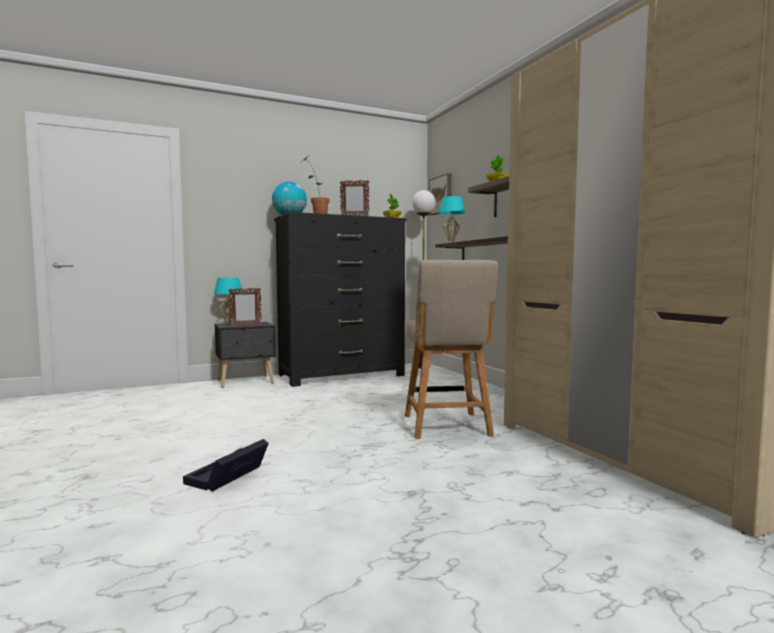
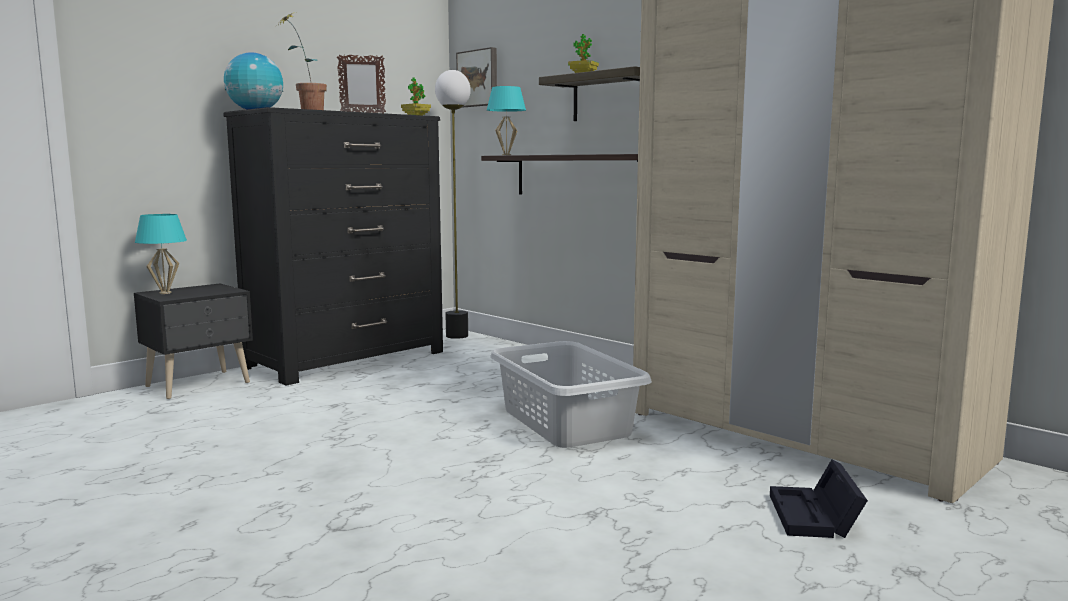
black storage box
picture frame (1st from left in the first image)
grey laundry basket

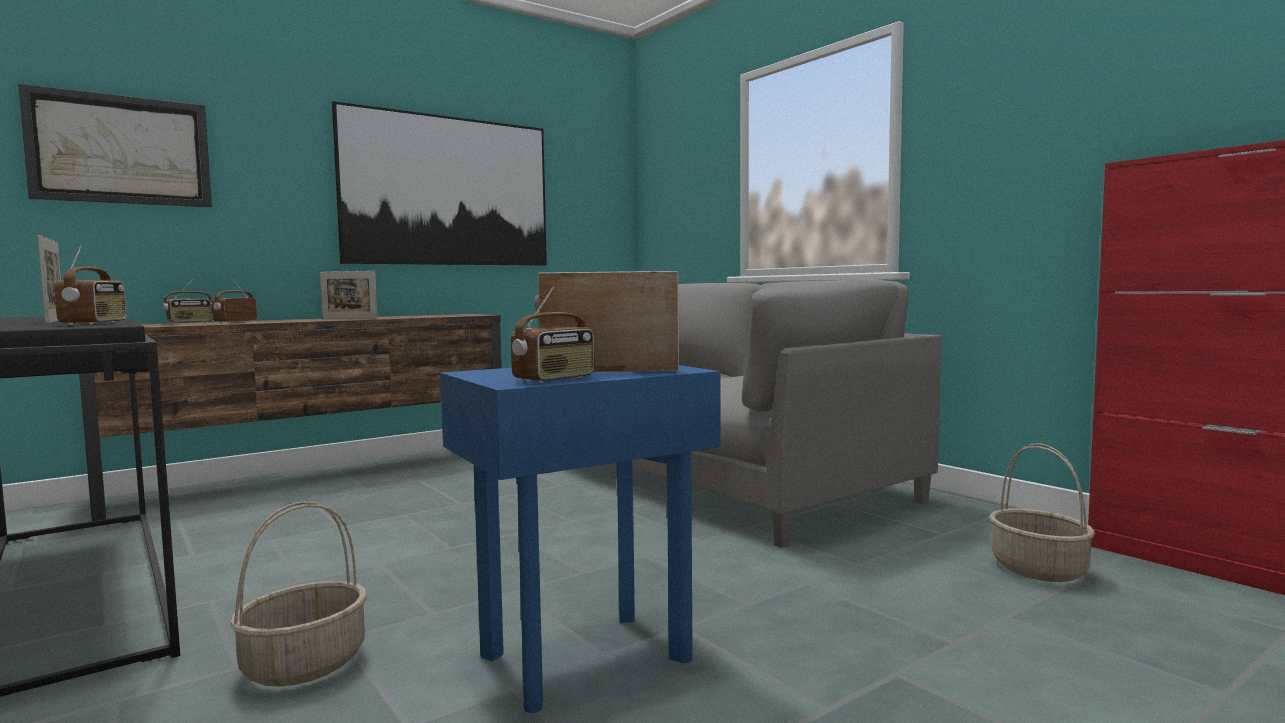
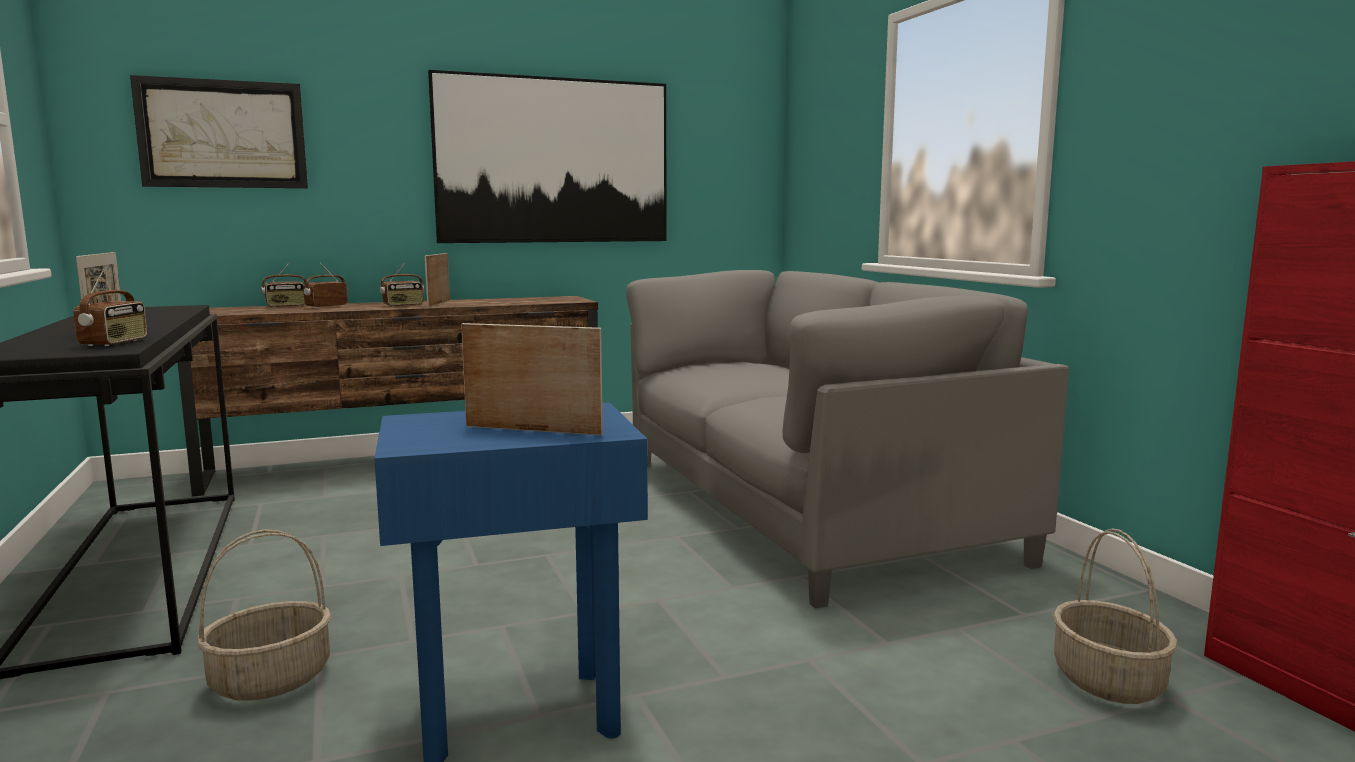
picture frame (2nd from left)
radio (4th from left)

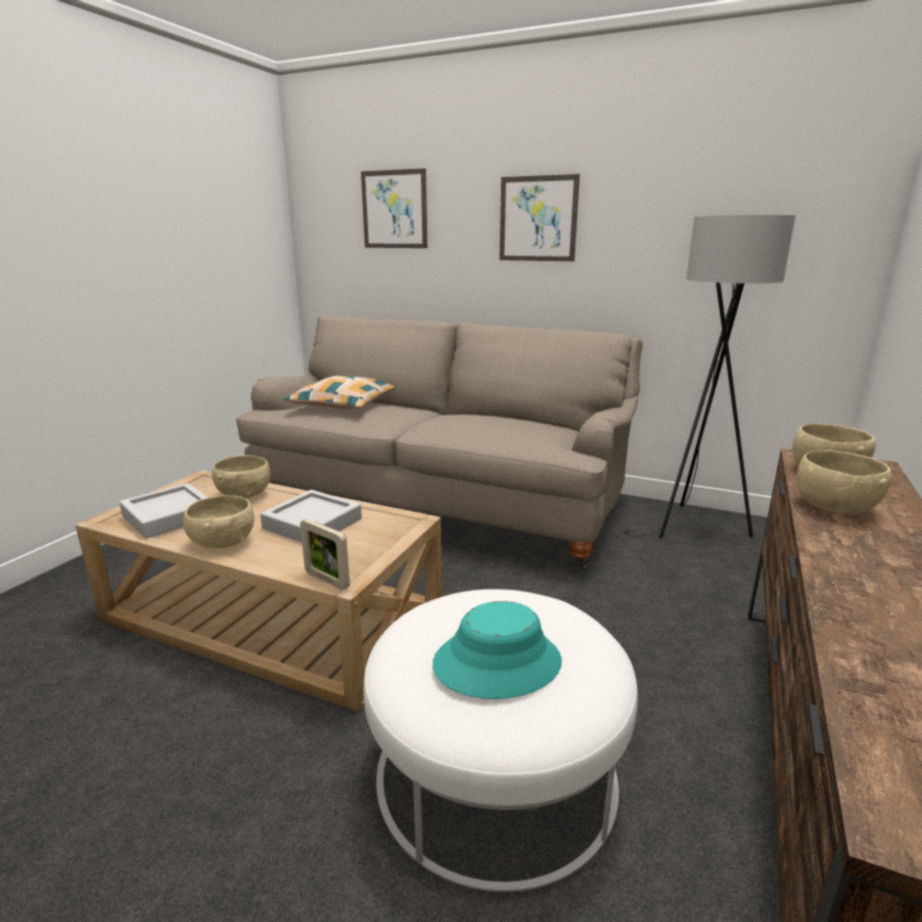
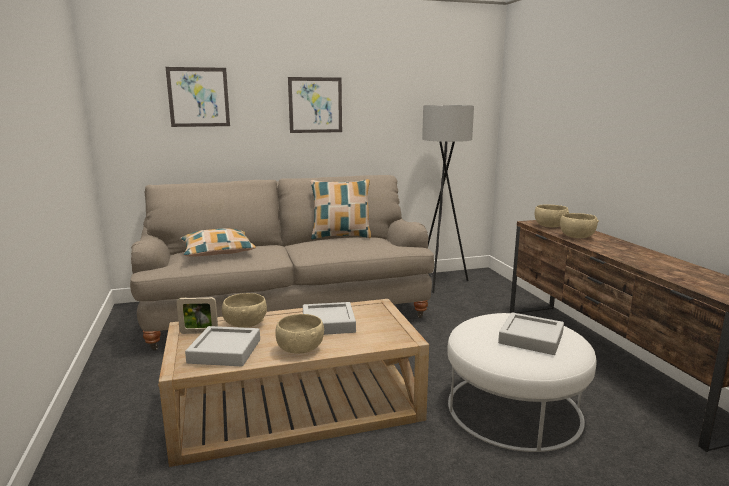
picture frame
grey tray (3rd from left)
pillow (2nd from left)

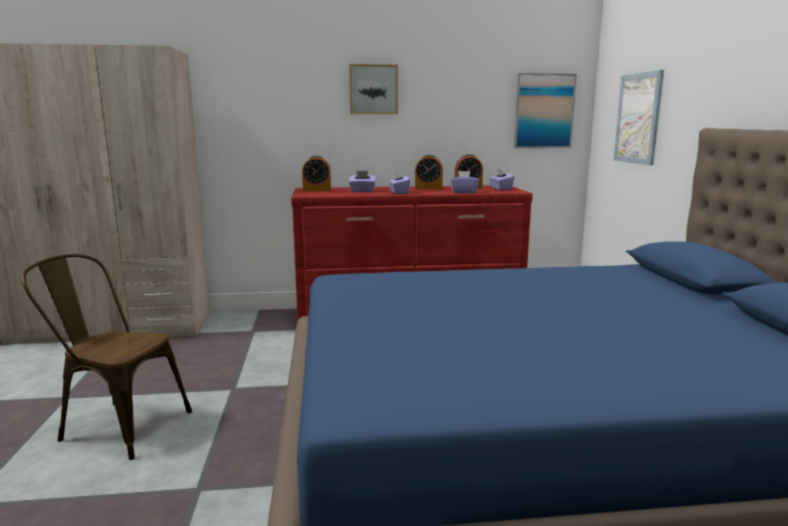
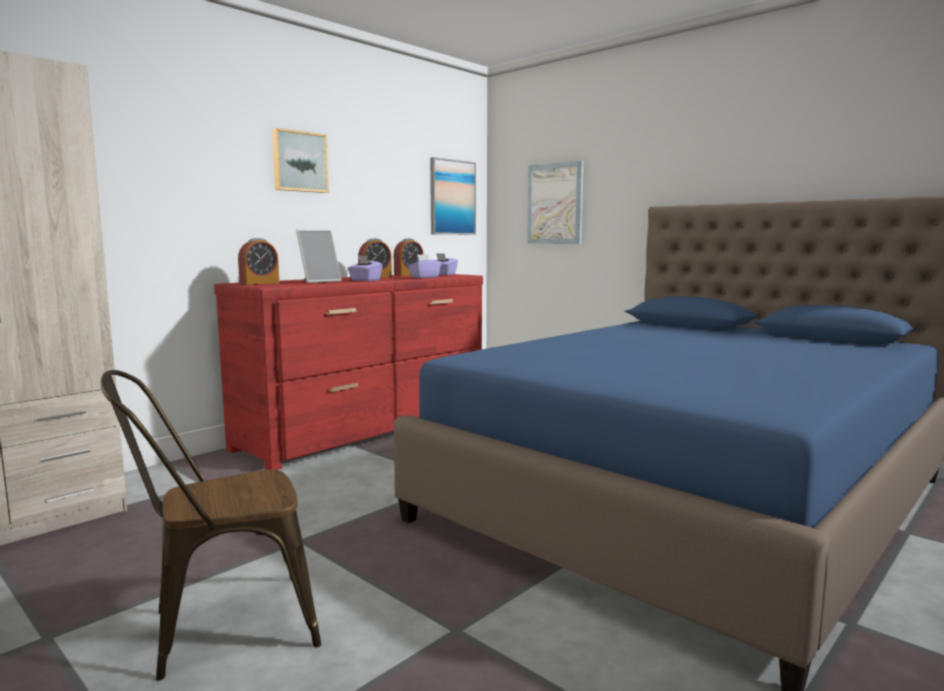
picture frame

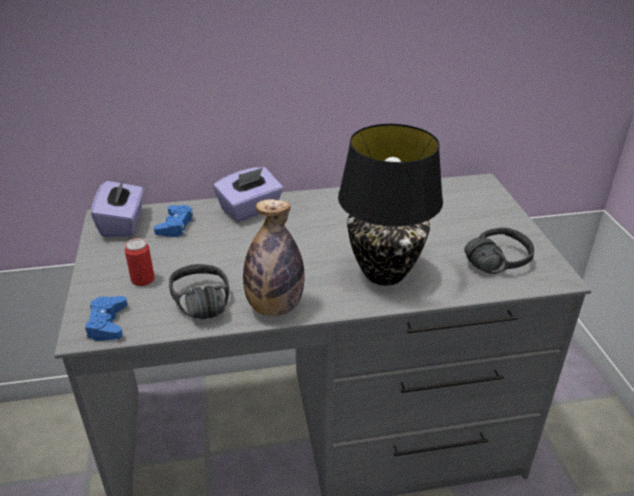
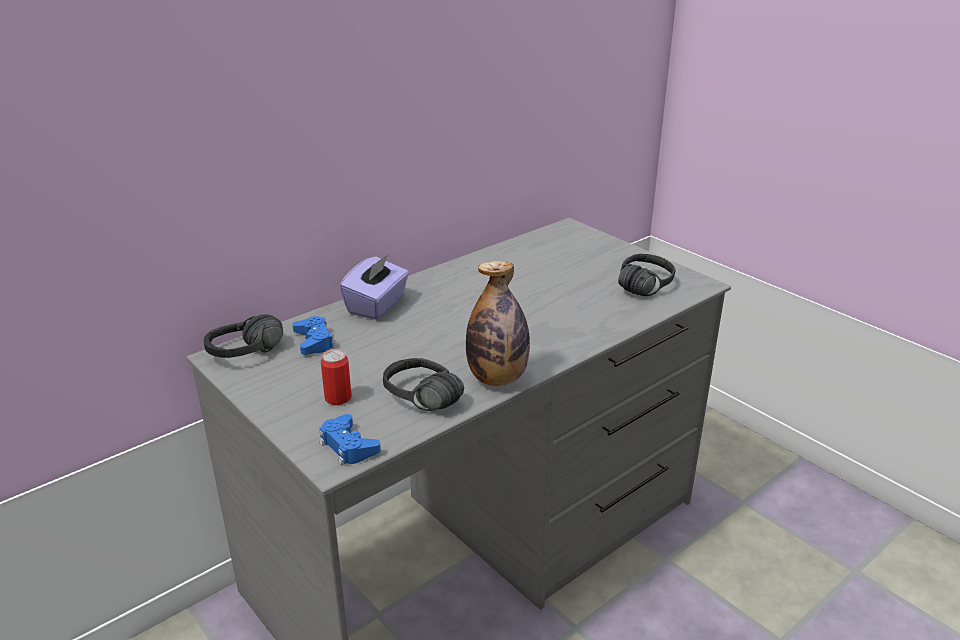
black headphones (1st from left)
black table lamp

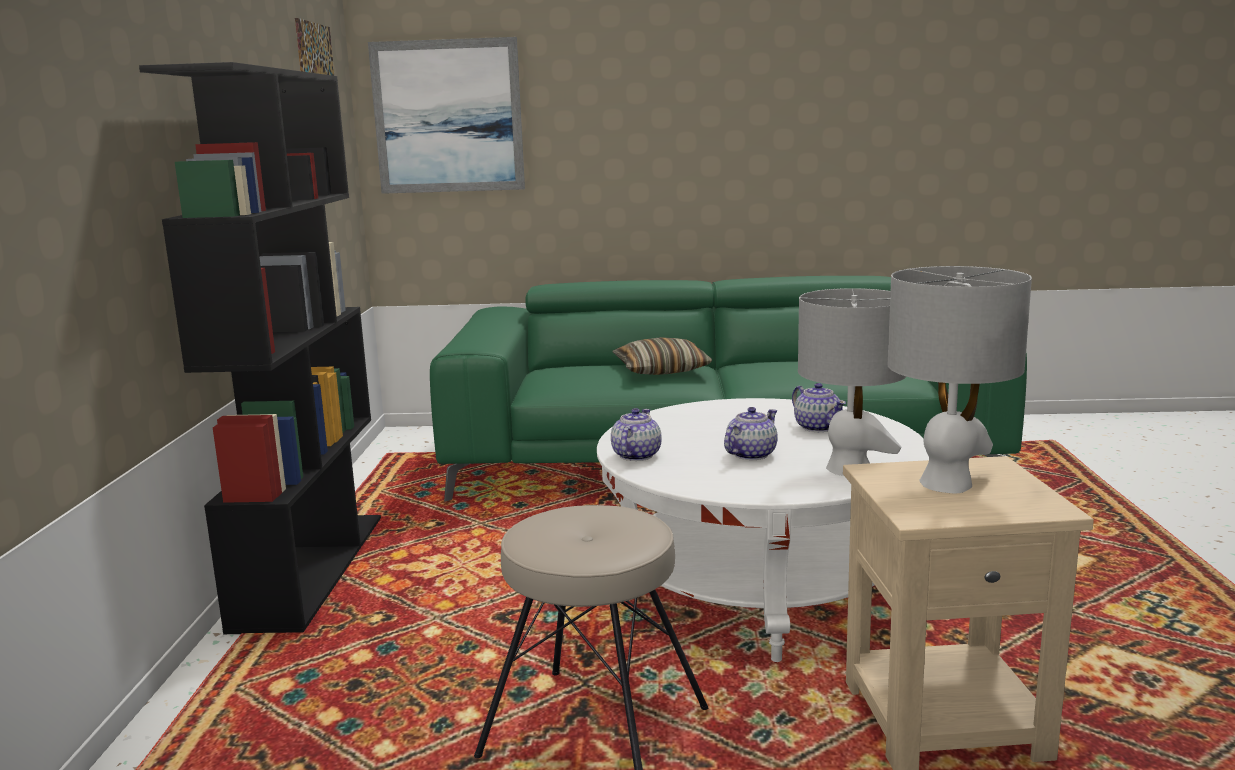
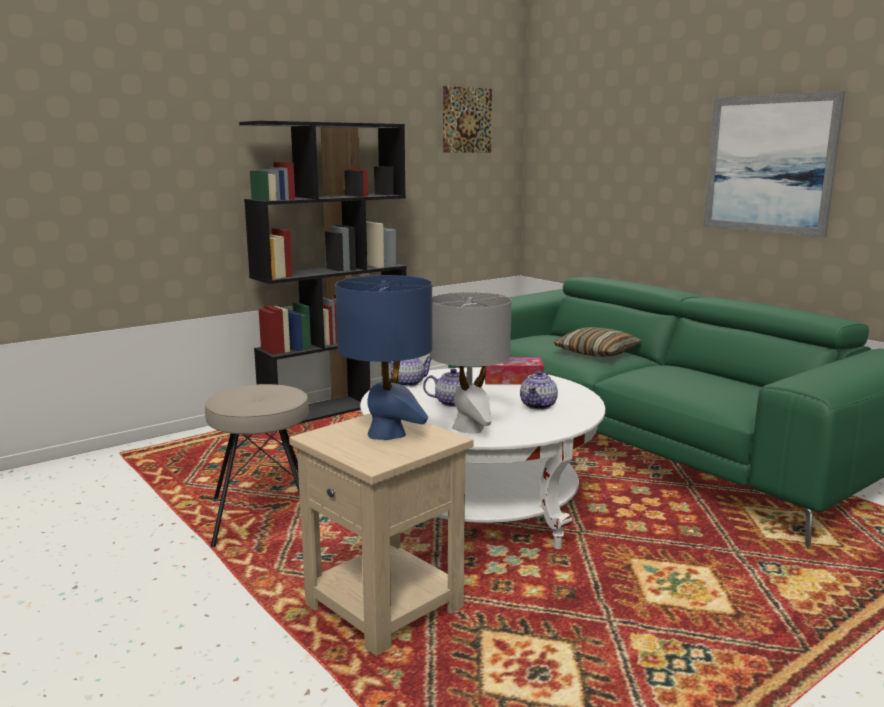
picture (2nd from left)
blue table lamp
tissue box

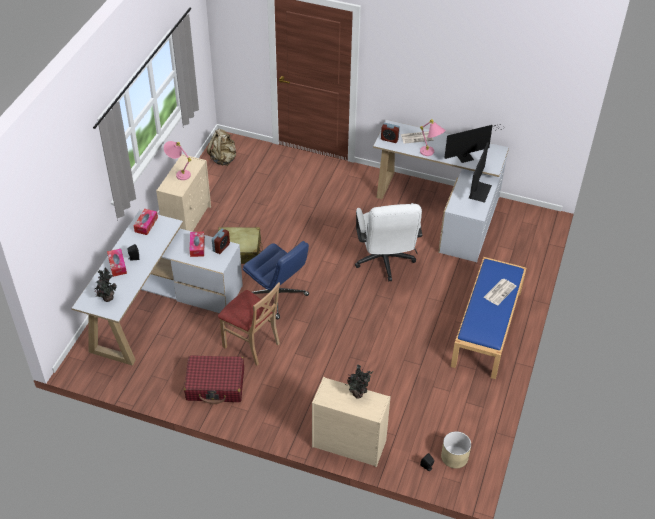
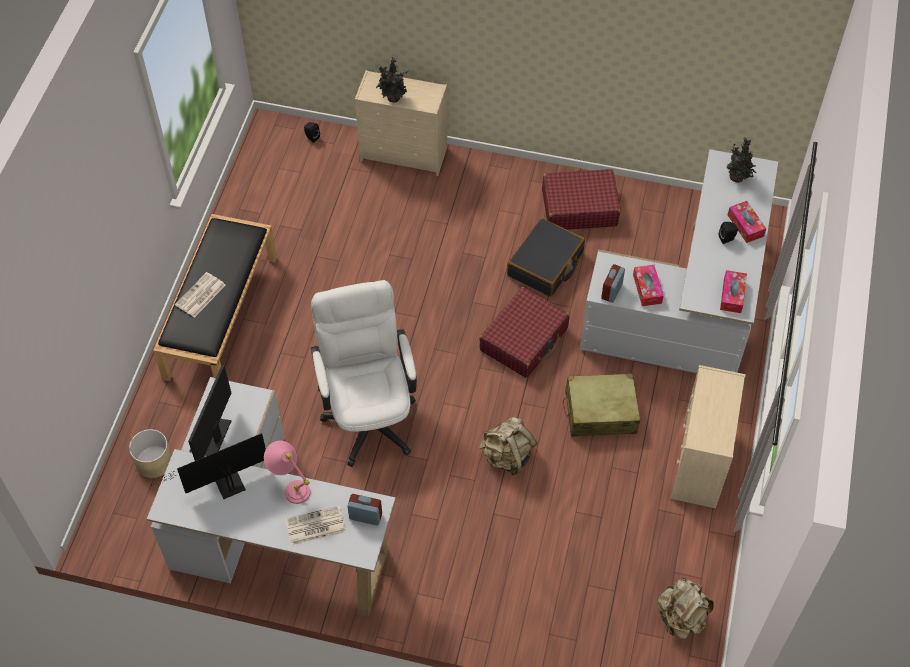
pink table lamp (1st from left in the first image)
black suitcase
red suitcase (1st from left)
beige planter
black bench
beige backpack (1st from left)

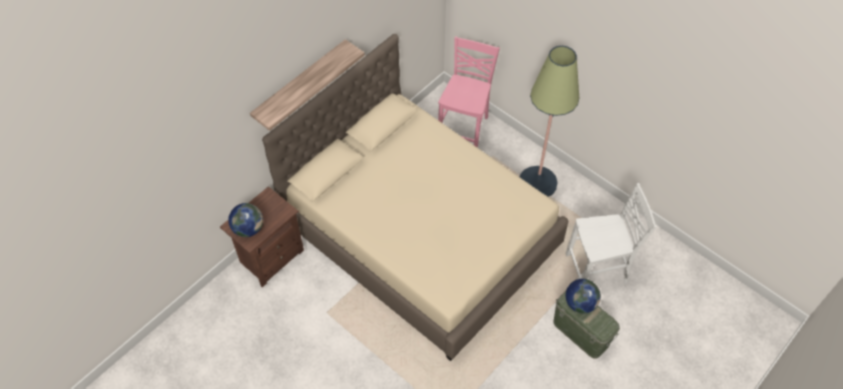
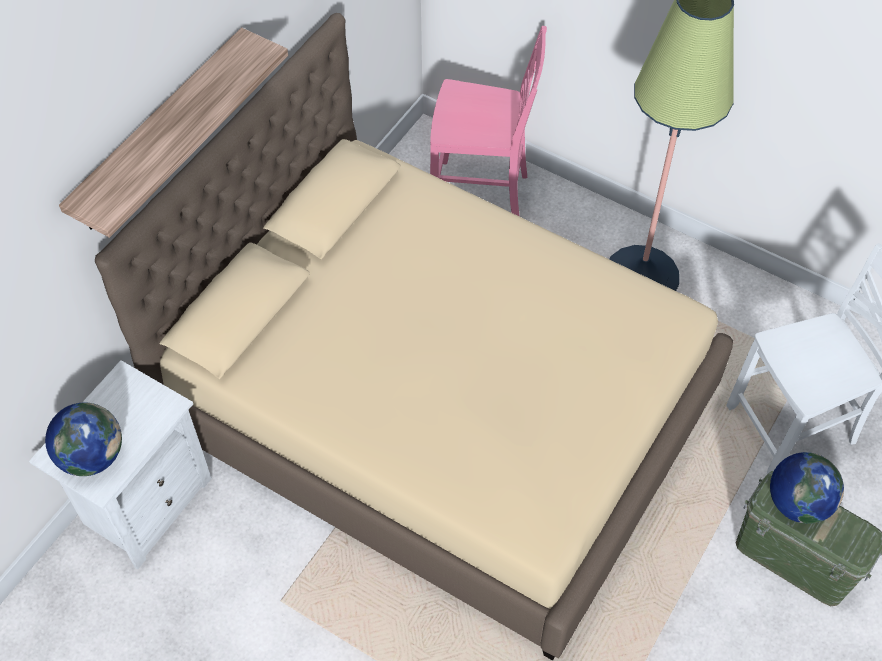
white nightstand
pink chair

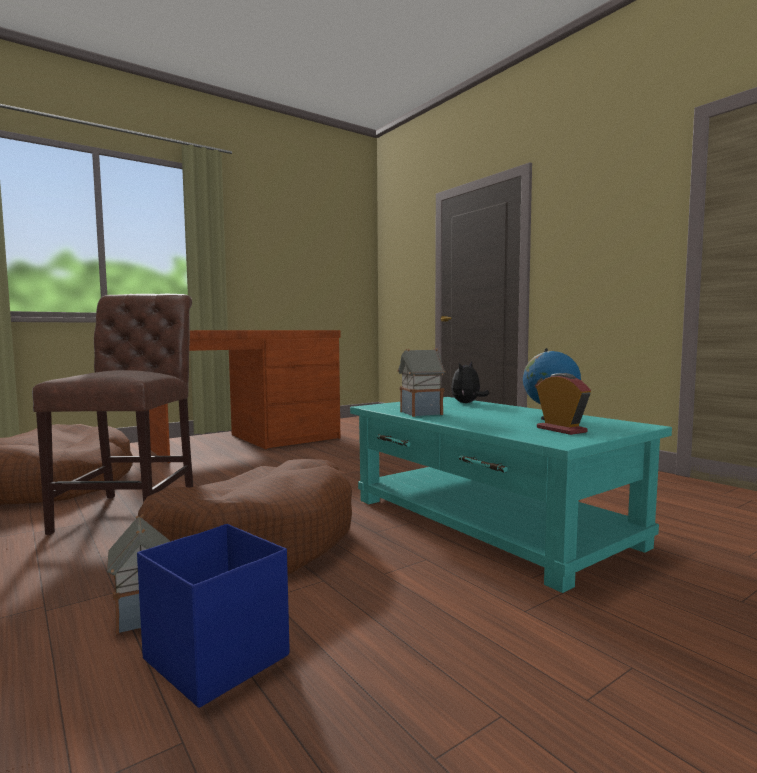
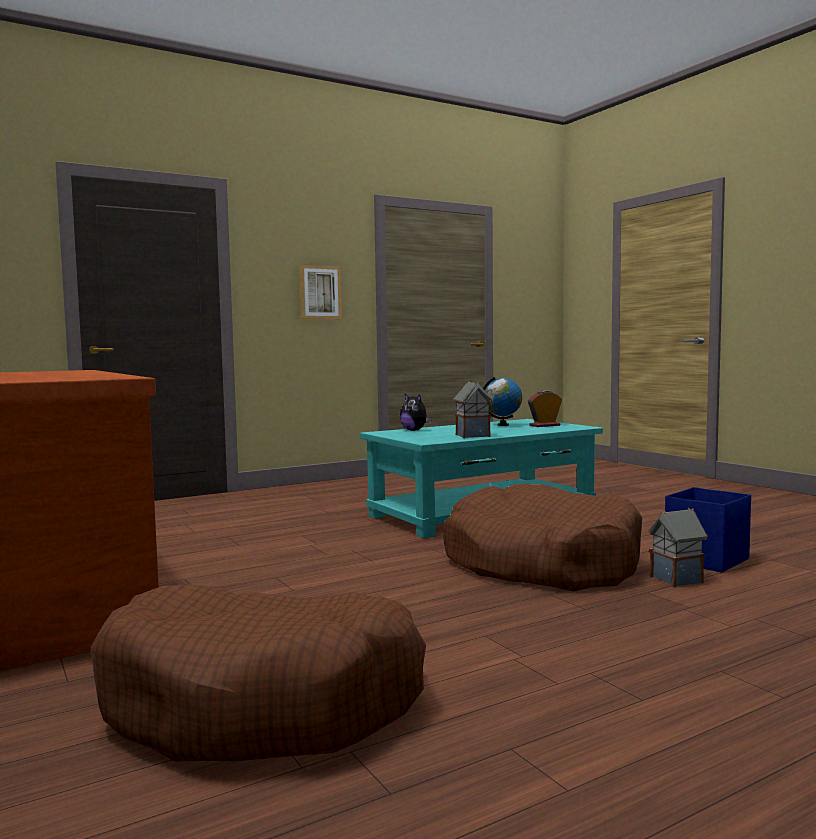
brown chair
picture

